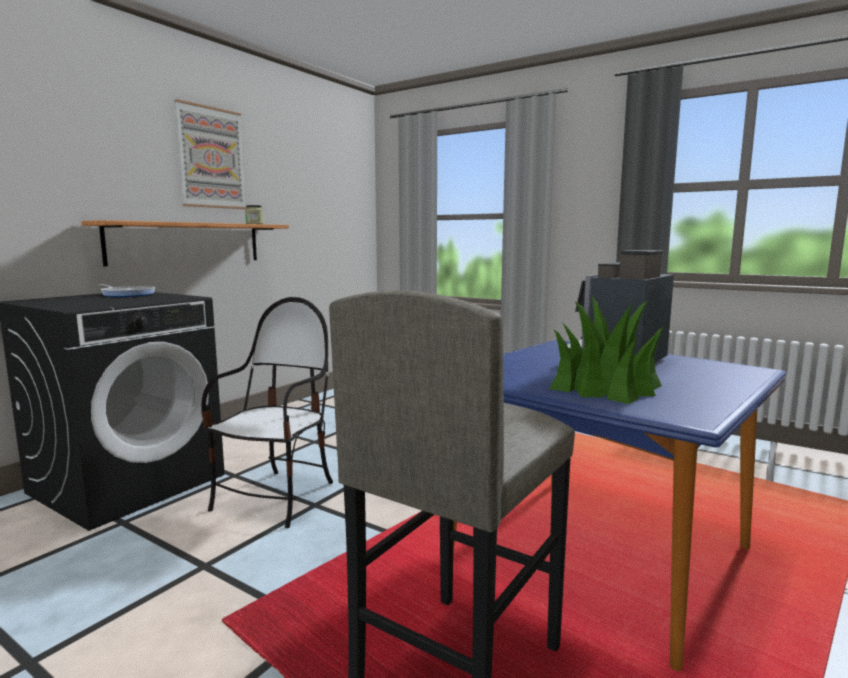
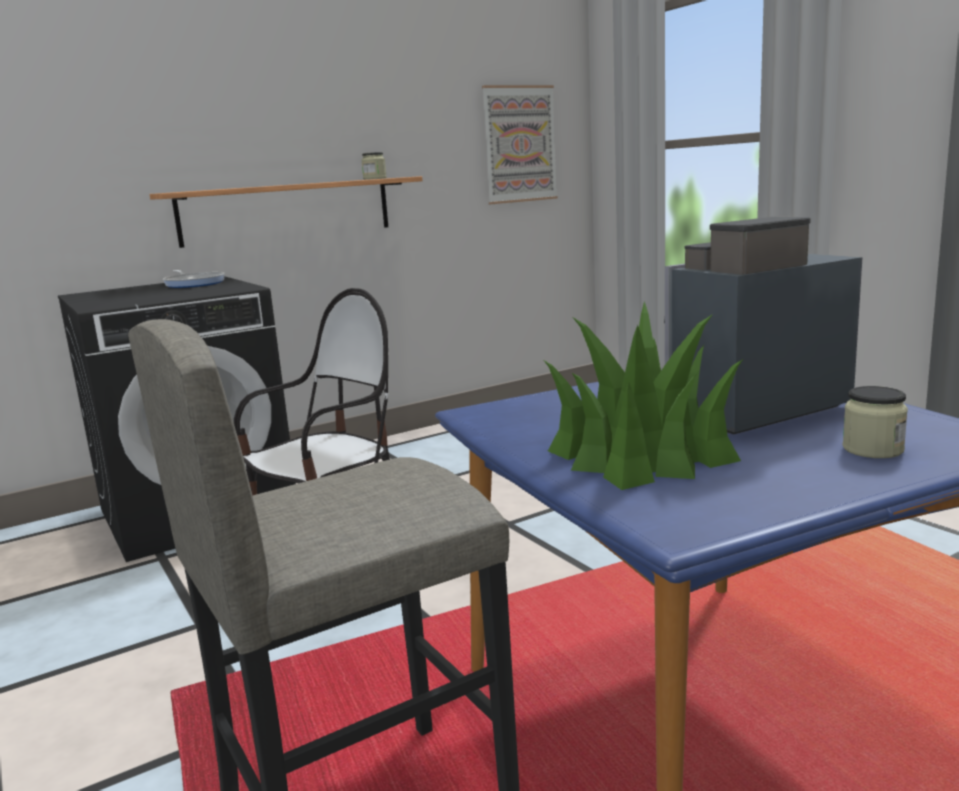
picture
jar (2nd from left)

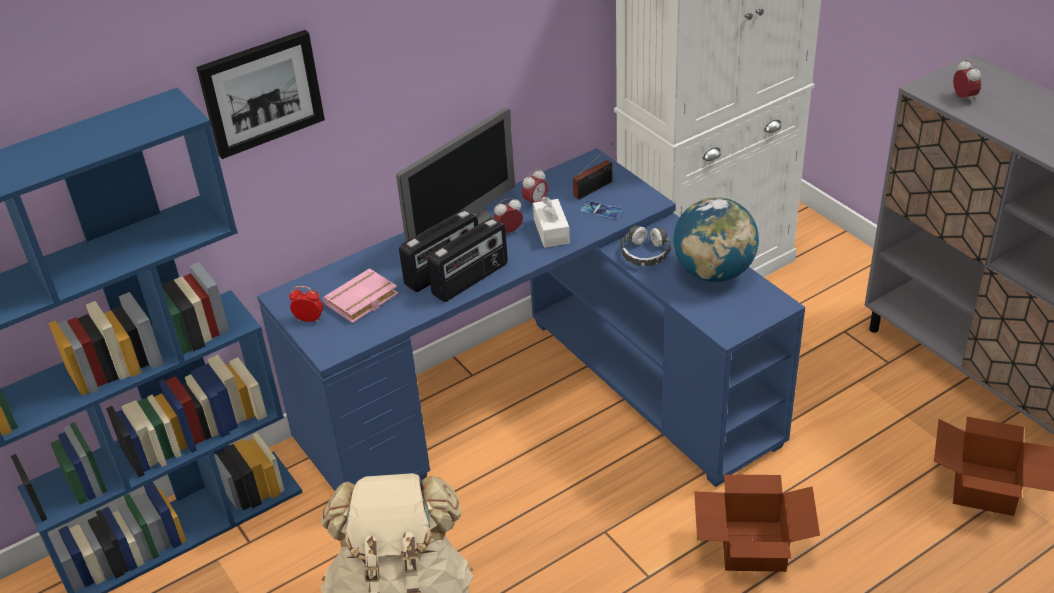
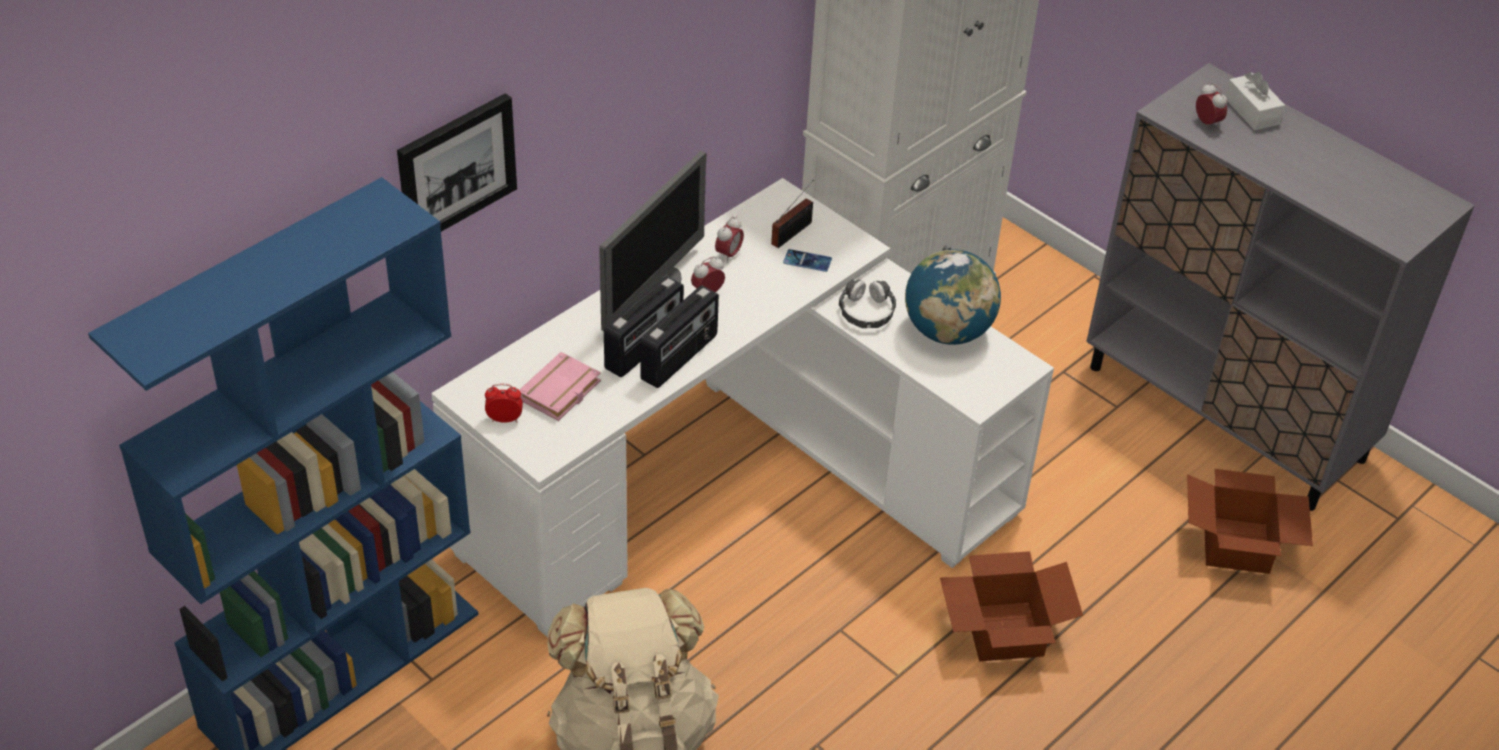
white desk
white tissue box

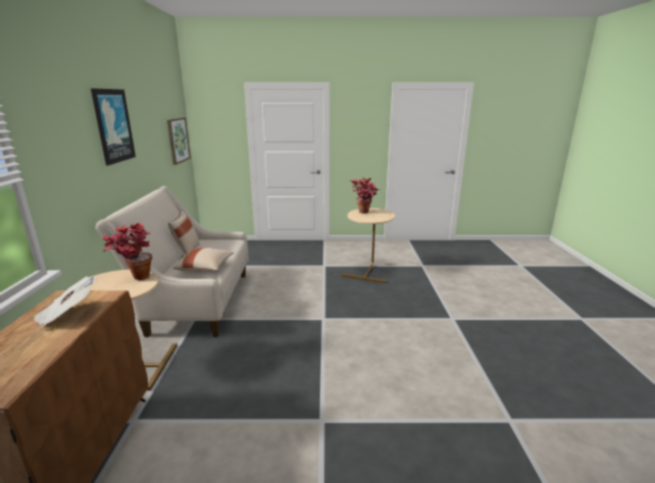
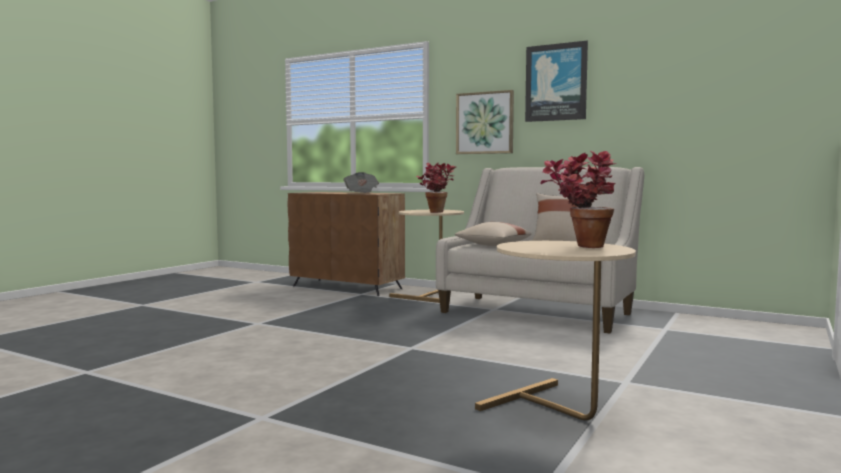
picture (1st from left)

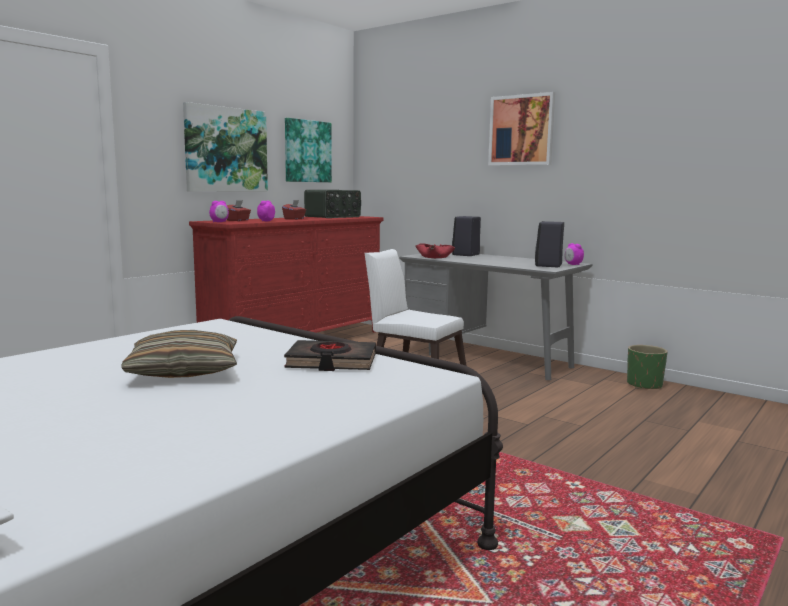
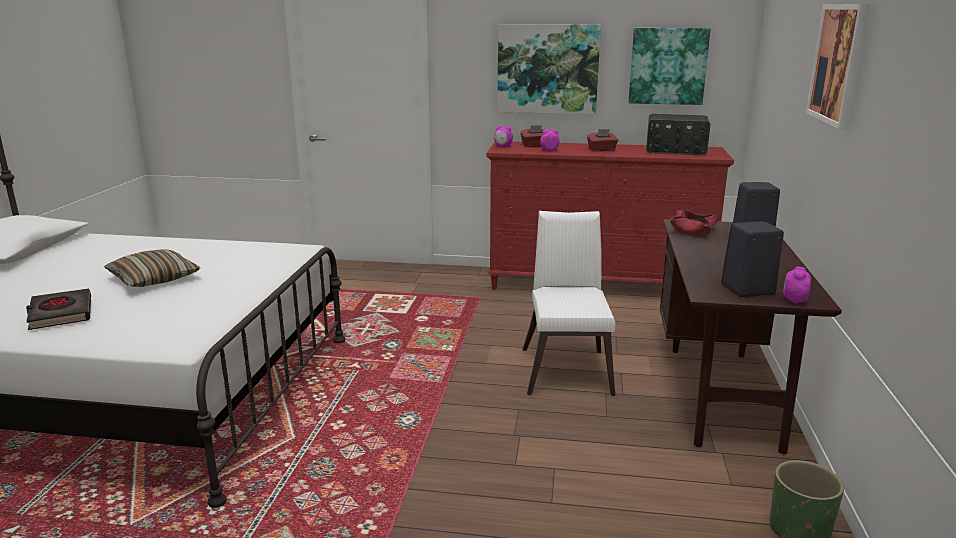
black book
brown desk

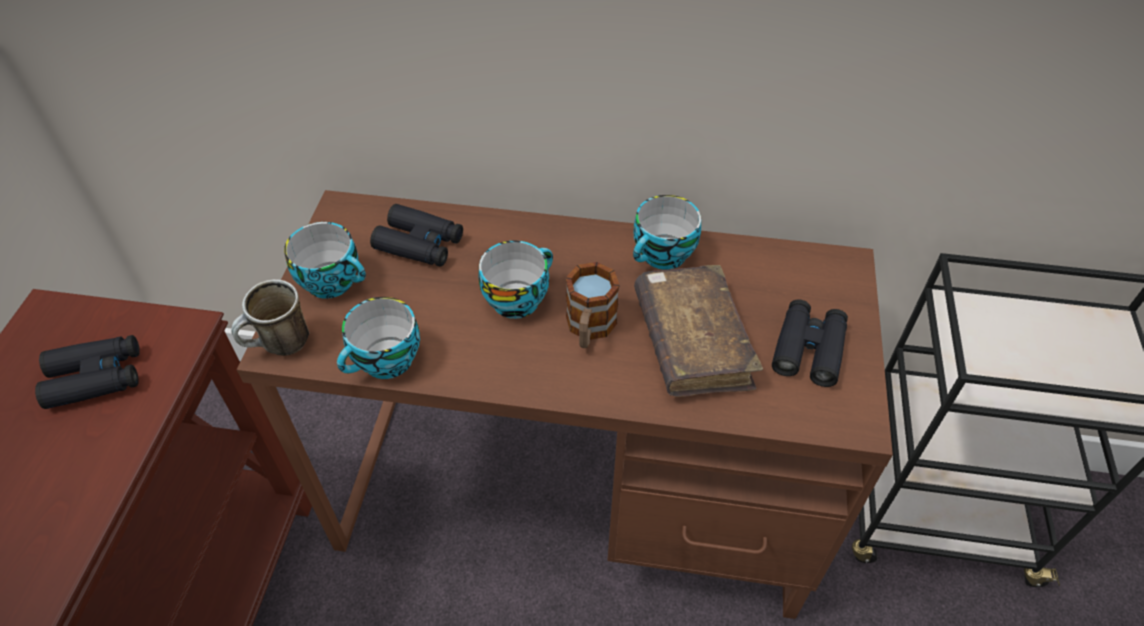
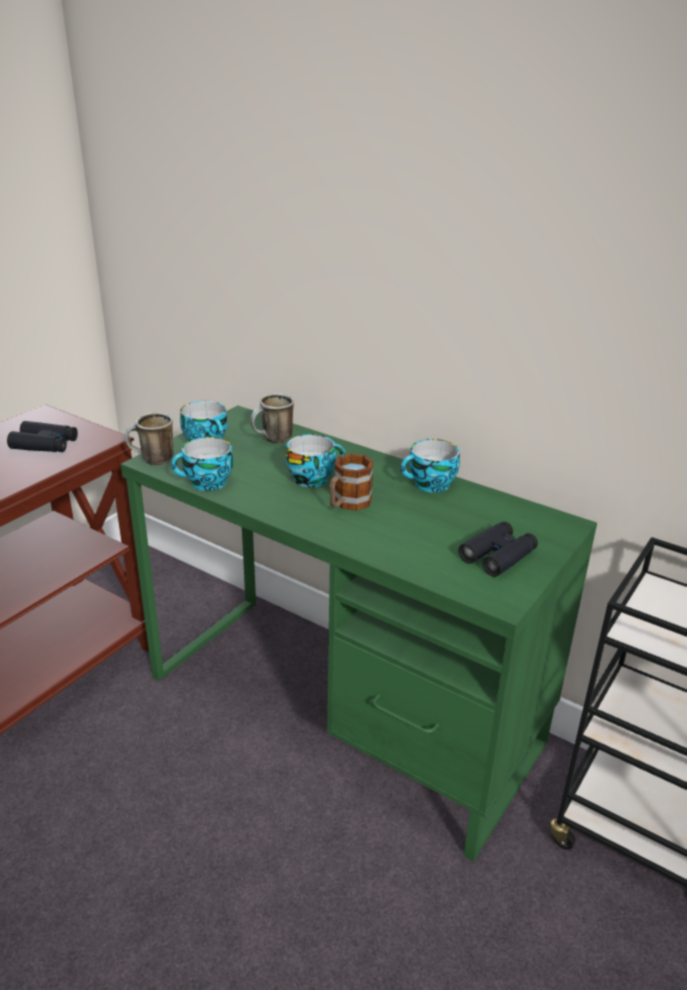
green desk
mug (2nd from left)
brown book

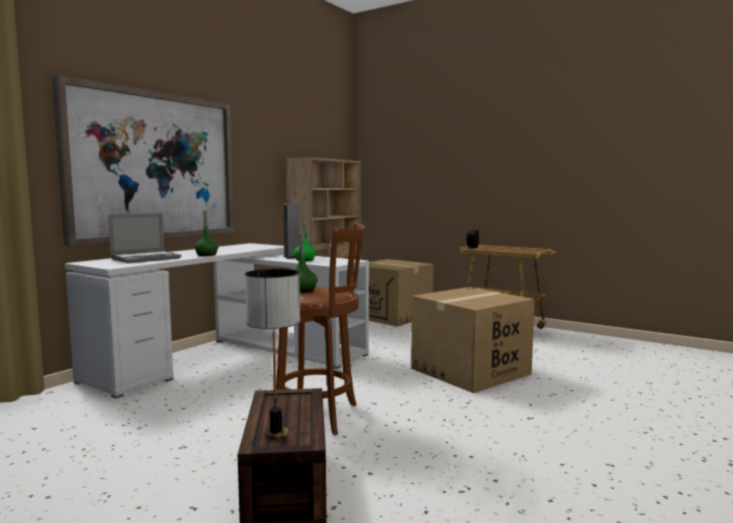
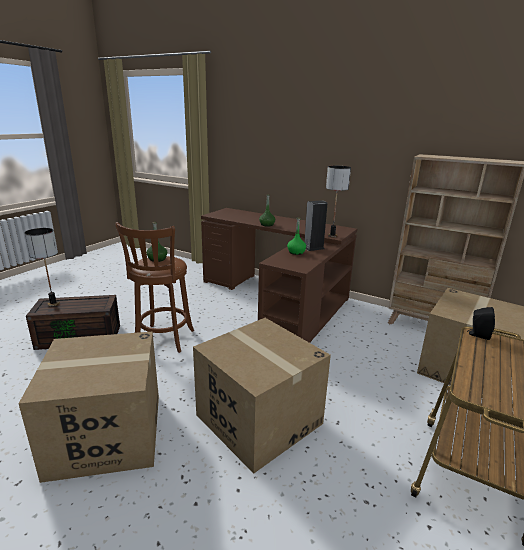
picture
brown desk
laptop
cardboard box (1st from left)
table lamp (2nd from left)

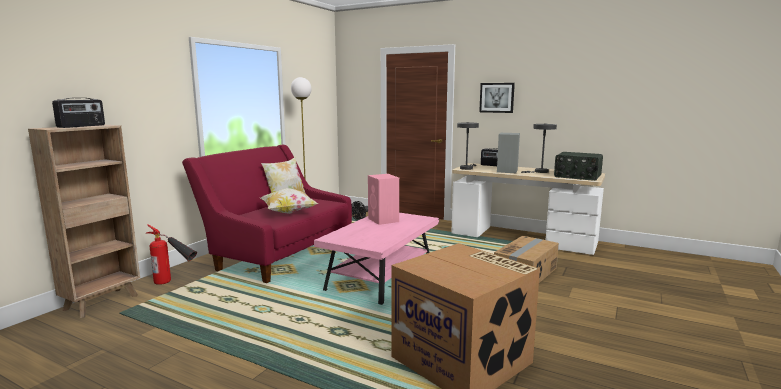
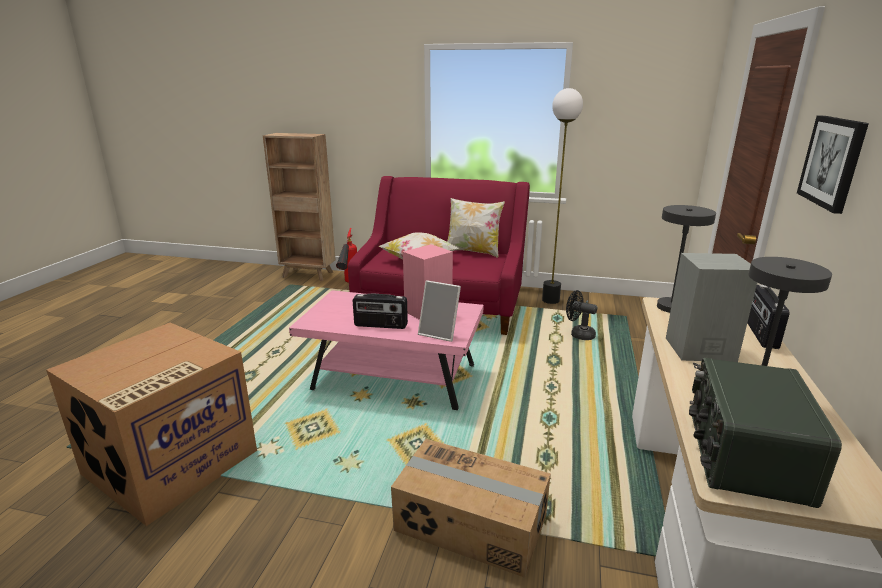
radio (1st from left)
picture frame

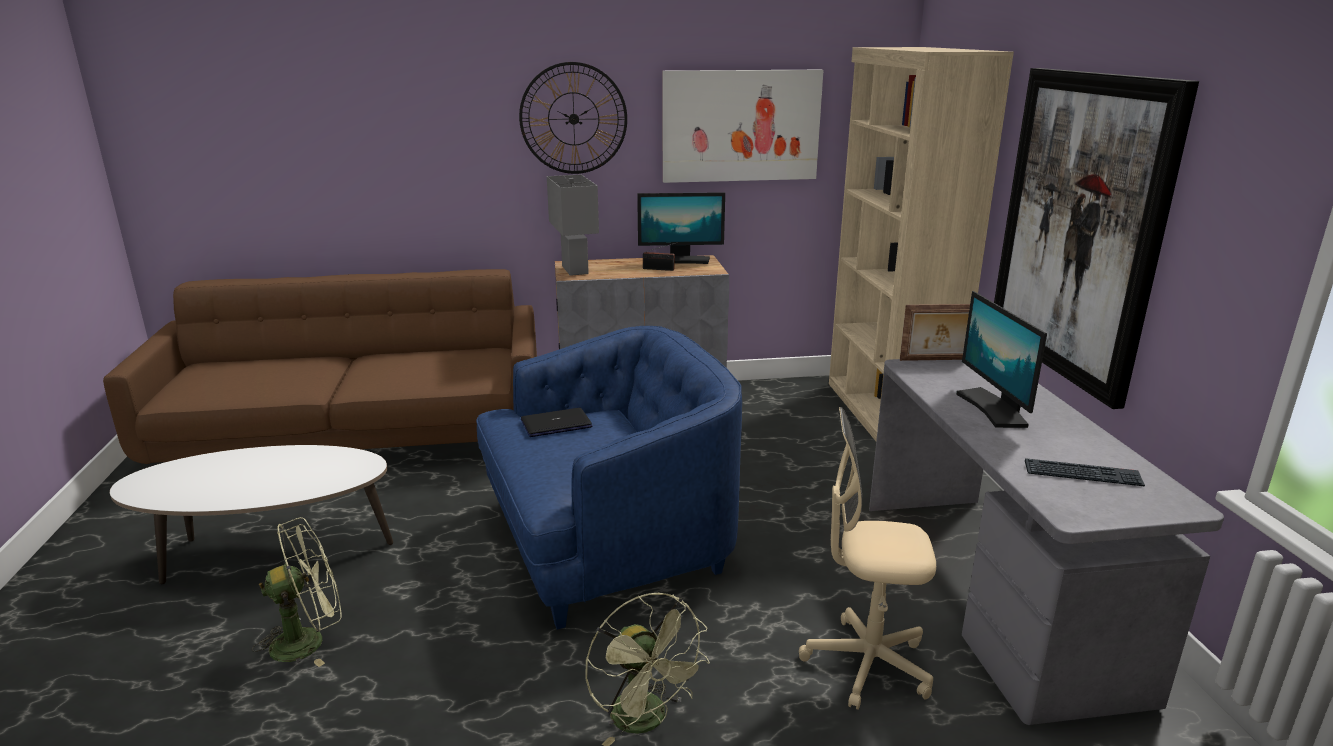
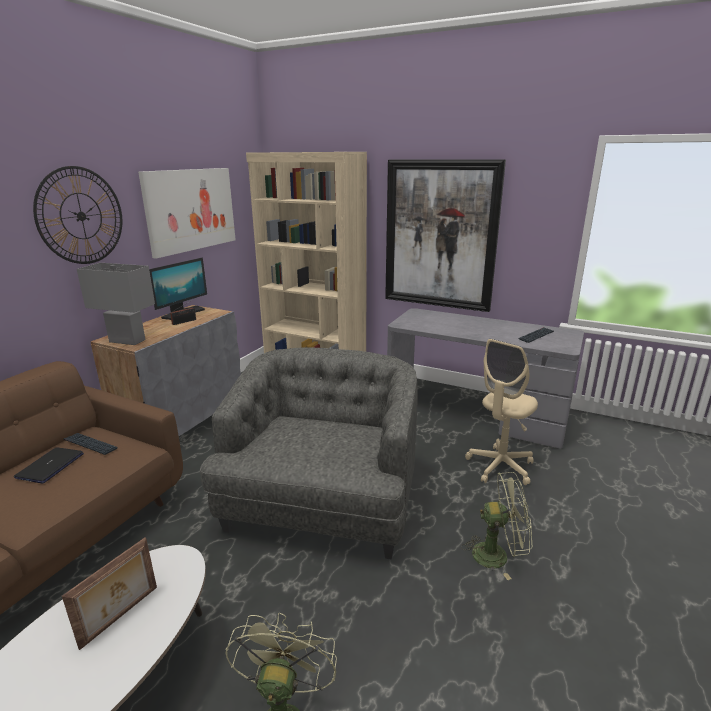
grey armchair
laptop
picture frame
monitor (2nd from left in the first image)
keyboard (1st from left)

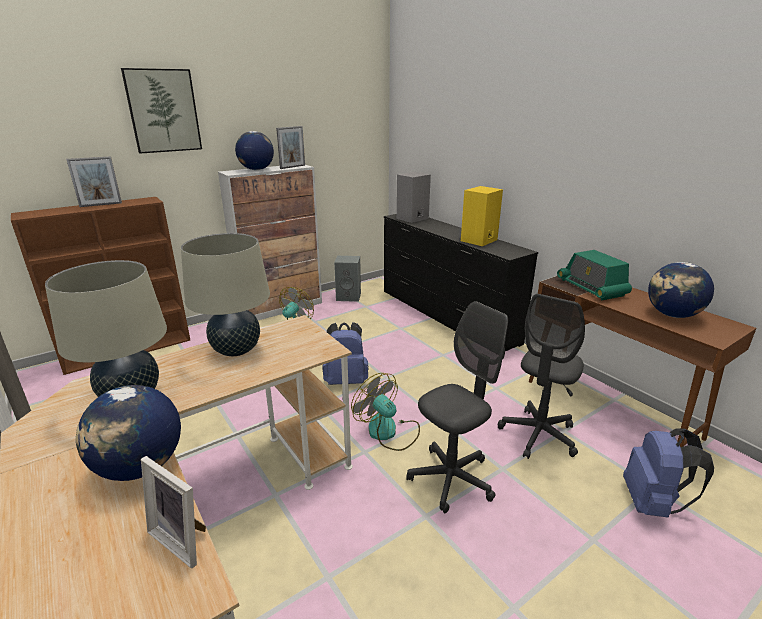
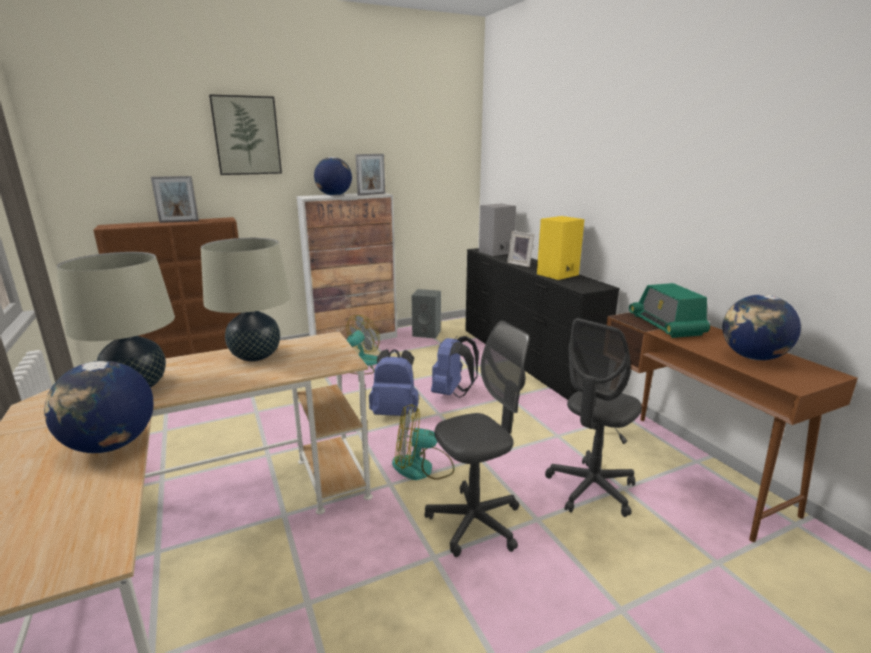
picture frame (3rd from left)
fan (2nd from left)
blue backpack (2nd from left)

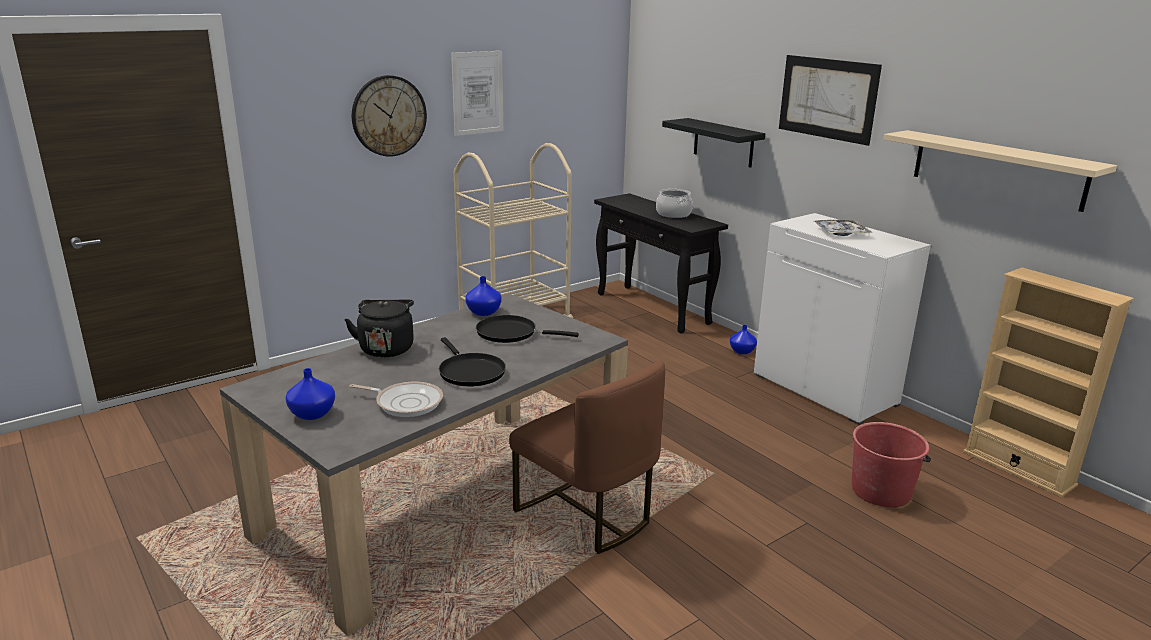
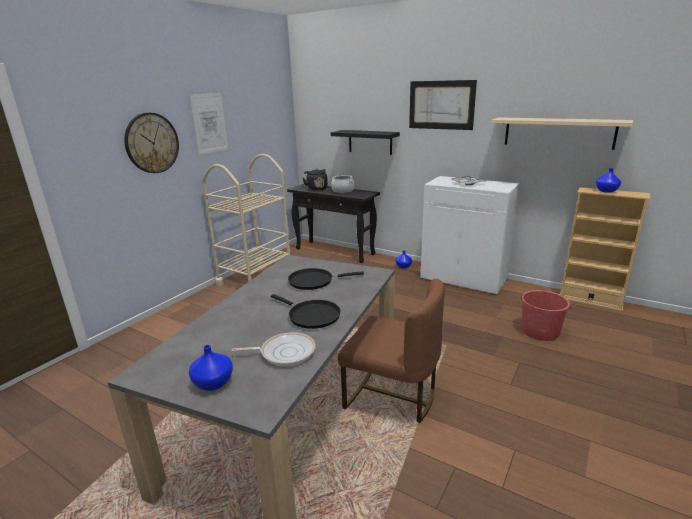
black kettle
blue vase (3rd from left)

